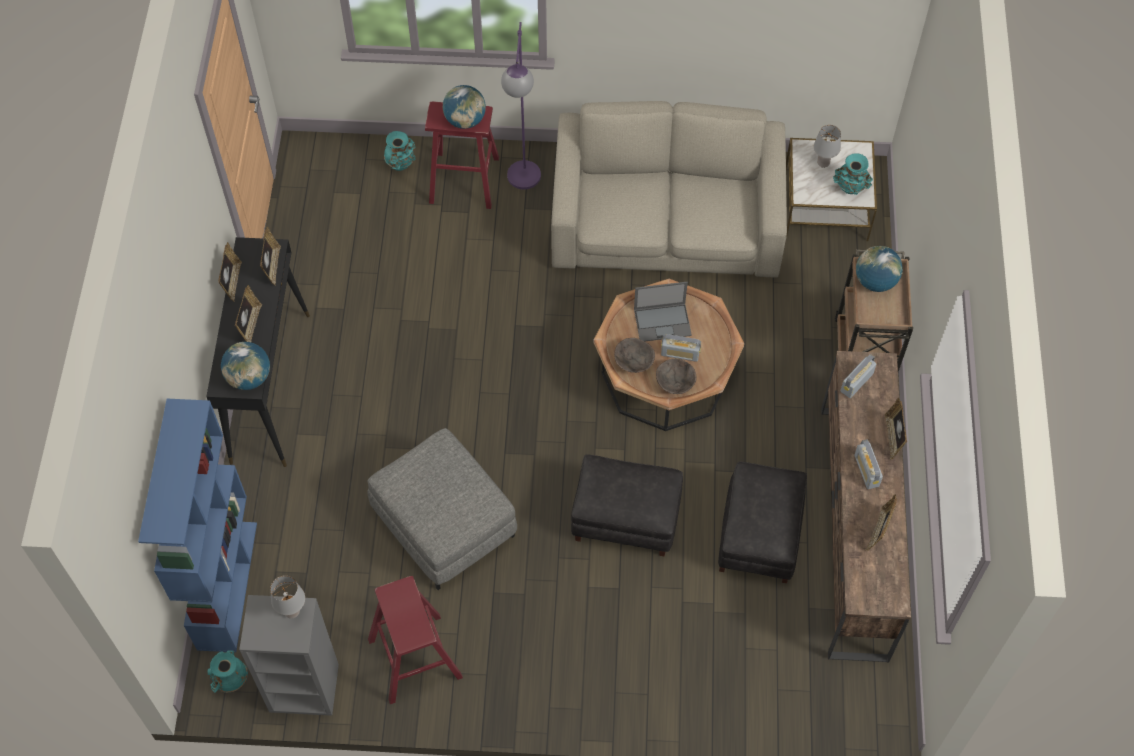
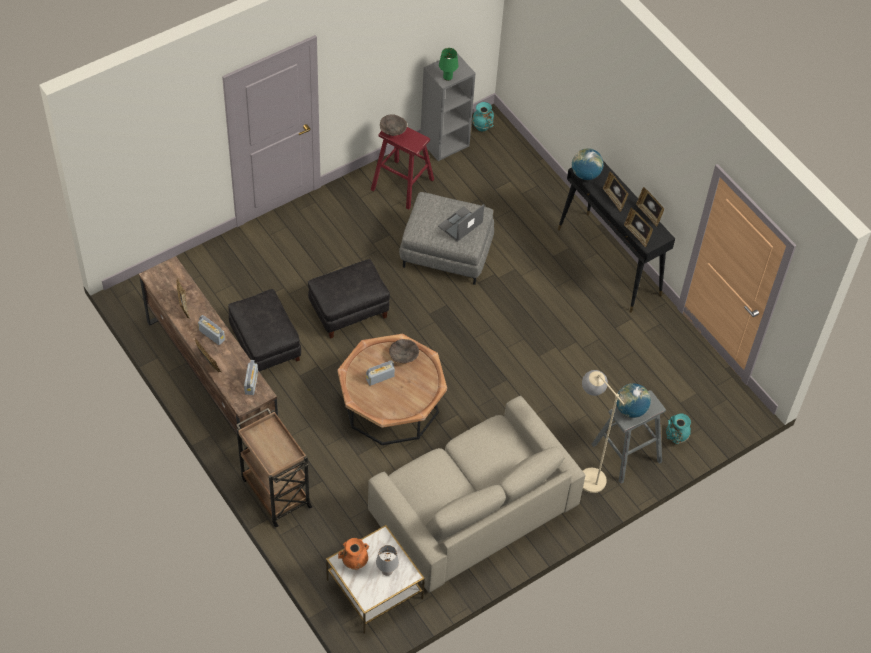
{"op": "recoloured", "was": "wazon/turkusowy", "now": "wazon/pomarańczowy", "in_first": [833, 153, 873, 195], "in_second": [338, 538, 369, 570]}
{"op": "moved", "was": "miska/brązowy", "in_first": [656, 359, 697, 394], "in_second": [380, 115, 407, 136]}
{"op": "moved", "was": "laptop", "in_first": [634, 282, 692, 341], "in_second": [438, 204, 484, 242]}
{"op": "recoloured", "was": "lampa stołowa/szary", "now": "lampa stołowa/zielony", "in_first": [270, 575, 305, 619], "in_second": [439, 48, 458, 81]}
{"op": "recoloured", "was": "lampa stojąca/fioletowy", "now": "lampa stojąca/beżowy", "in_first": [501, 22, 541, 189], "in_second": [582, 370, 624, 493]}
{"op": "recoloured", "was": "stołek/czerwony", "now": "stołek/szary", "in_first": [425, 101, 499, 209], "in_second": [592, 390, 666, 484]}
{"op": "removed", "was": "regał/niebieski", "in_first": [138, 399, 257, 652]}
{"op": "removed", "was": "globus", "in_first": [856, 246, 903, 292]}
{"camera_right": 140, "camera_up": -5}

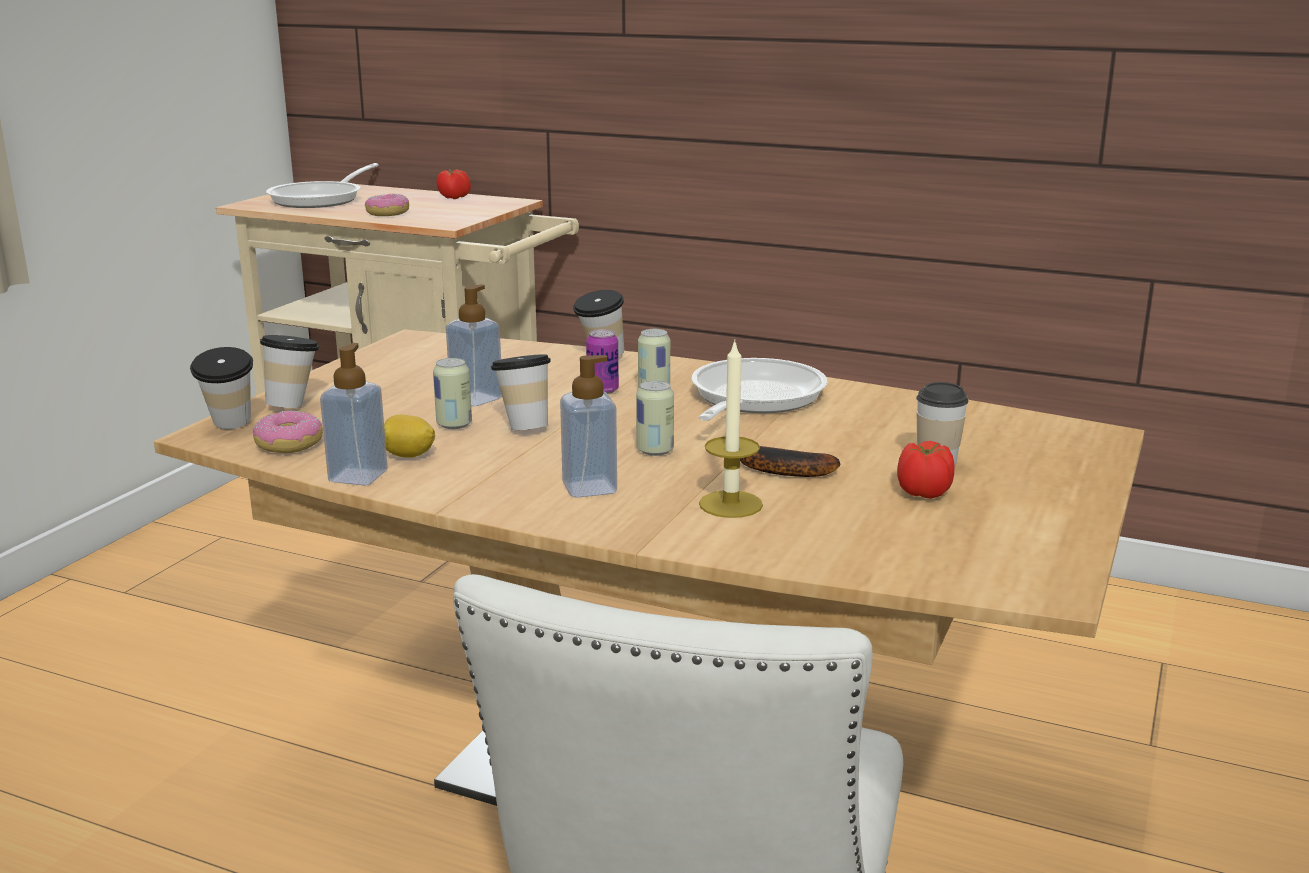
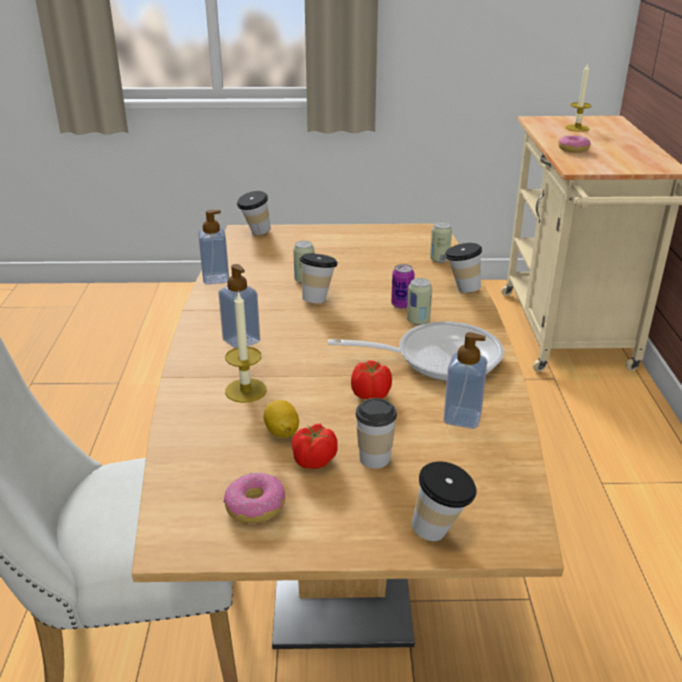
{"op": "moved", "was": "donut", "in_first": [253, 410, 323, 453], "in_second": [224, 472, 285, 523]}
{"op": "moved", "was": "cytryna", "in_first": [384, 415, 435, 458], "in_second": [263, 400, 299, 438]}
{"op": "moved", "was": "pomidor", "in_first": [436, 169, 471, 199], "in_second": [351, 360, 392, 399]}
{"op": "moved", "was": "filiżanka", "in_first": [260, 335, 319, 408], "in_second": [412, 461, 477, 541]}
{"op": "moved", "was": "puszka", "in_first": [636, 380, 674, 456], "in_second": [430, 222, 452, 263]}
{"op": "moved", "was": "dozownik mydła", "in_first": [446, 284, 502, 406], "in_second": [443, 332, 488, 429]}
{"op": "replaced", "was": "patelnia", "now": "świeca", "in_first": [266, 163, 379, 208], "in_second": [565, 63, 591, 132]}
{"op": "removed", "was": "banan", "in_first": [740, 446, 840, 477]}
{"camera_right": 65, "camera_up": 10}

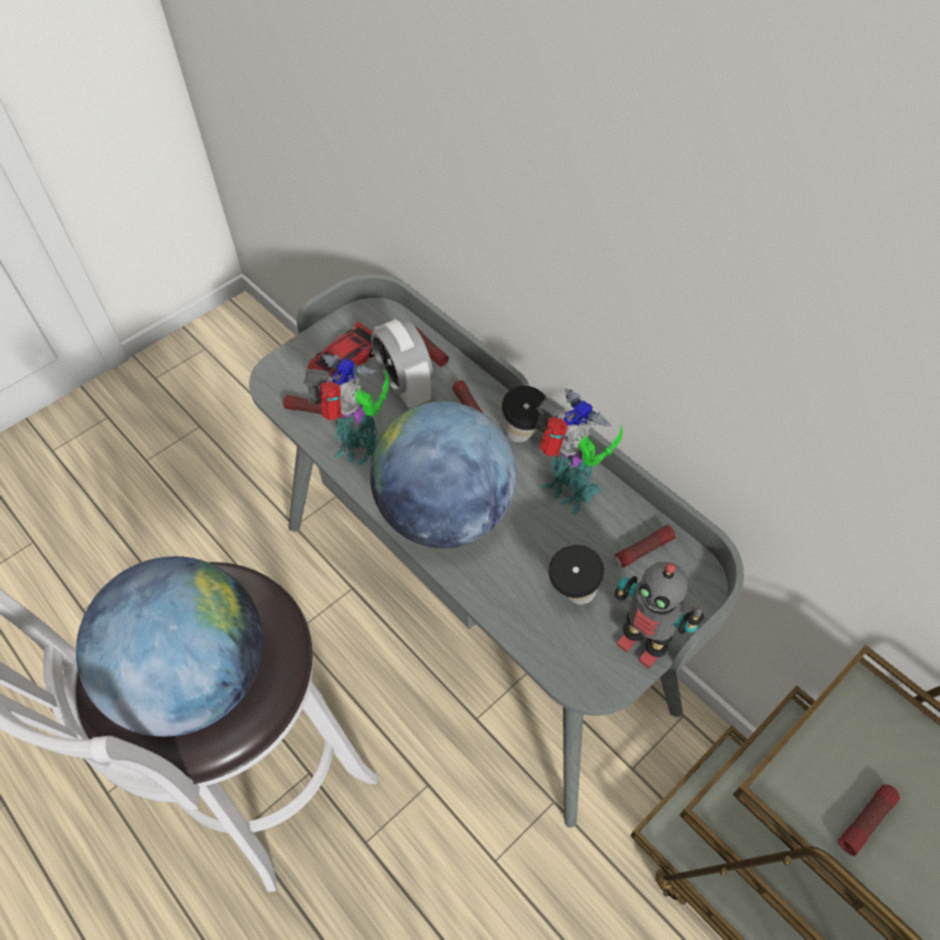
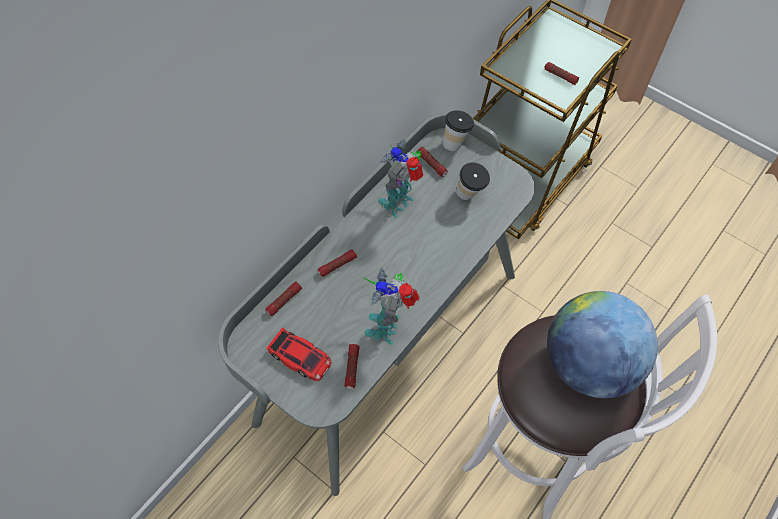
{"op": "moved", "was": "filiżanka", "in_first": [502, 386, 546, 443], "in_second": [443, 110, 474, 151]}
{"op": "removed", "was": "globus", "in_first": [370, 402, 517, 548]}
{"op": "removed", "was": "budzik", "in_first": [371, 319, 433, 409]}
{"op": "removed", "was": "robot zabawkowy", "in_first": [614, 562, 704, 669]}
{"camera_right": -100, "camera_up": 5}

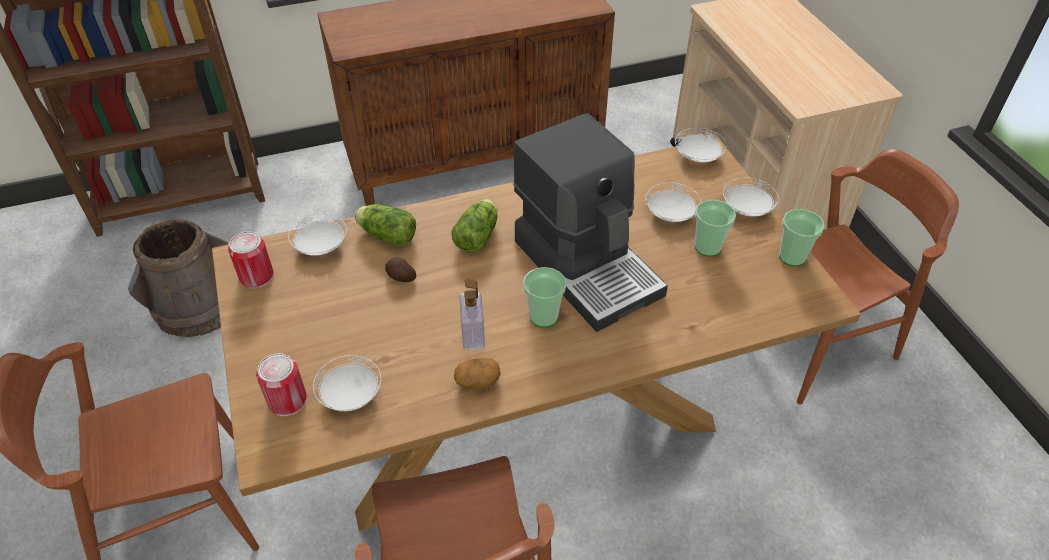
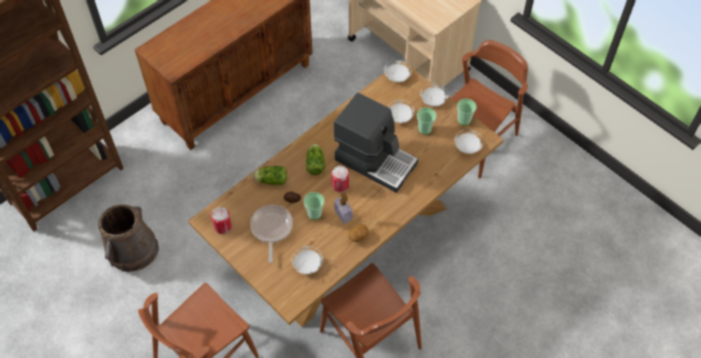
{"op": "added", "now": "patelnia", "in_second": [250, 205, 293, 263]}
{"op": "moved", "was": "filiżanka", "in_first": [523, 267, 567, 328], "in_second": [303, 192, 324, 220]}
{"op": "moved", "was": "puszka", "in_first": [256, 353, 307, 416], "in_second": [332, 166, 349, 193]}
{"op": "moved", "was": "talerz/biały", "in_first": [288, 213, 347, 256], "in_second": [454, 130, 484, 154]}
{"camera_right": -25, "camera_up": 10}

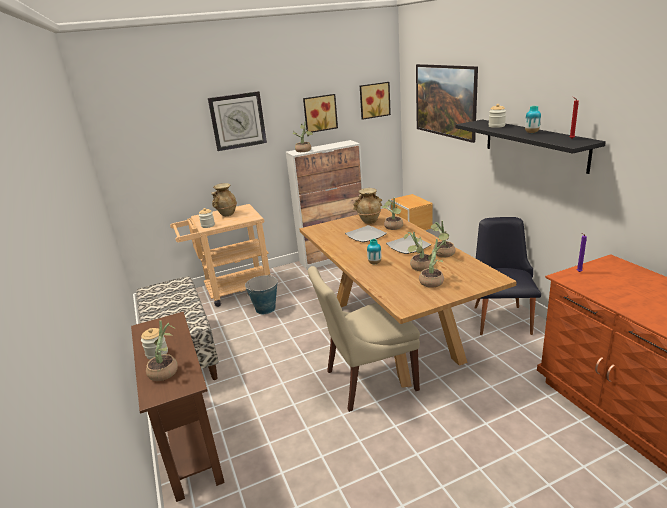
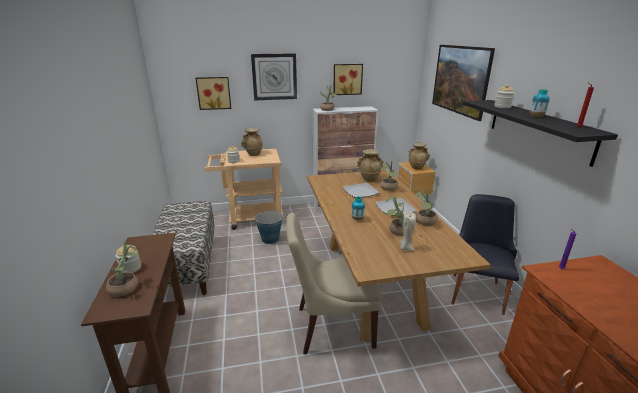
{"op": "moved", "was": "obraz", "in_first": [360, 82, 391, 120], "in_second": [196, 77, 231, 110]}
{"op": "replaced", "was": "roślina doniczkowa", "now": "świeca/beżowy", "in_first": [419, 239, 449, 288], "in_second": [400, 211, 416, 251]}
{"op": "added", "now": "wazon/beżowy", "in_second": [408, 143, 430, 170]}
{"camera_right": 10, "camera_up": 0}

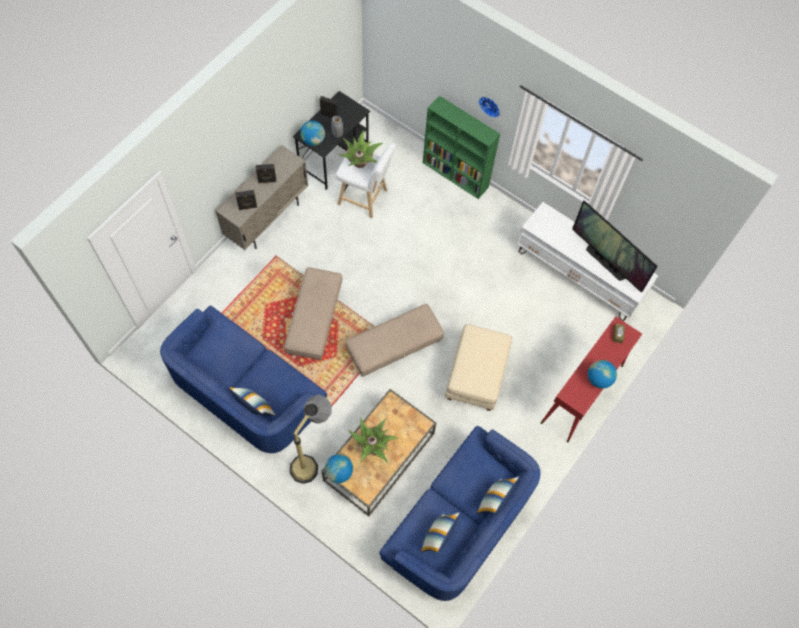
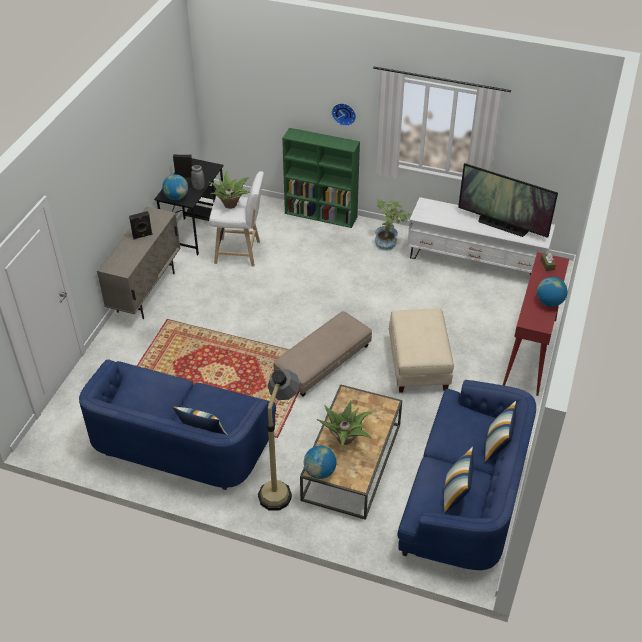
{"op": "added", "now": "roślina doniczkowa", "in_second": [375, 199, 411, 251]}
{"op": "removed", "was": "głośnik/czarny", "in_first": [235, 190, 257, 210]}
{"op": "removed", "was": "pufa/beżowy", "in_first": [284, 267, 343, 360]}
{"camera_right": -15, "camera_up": -20}

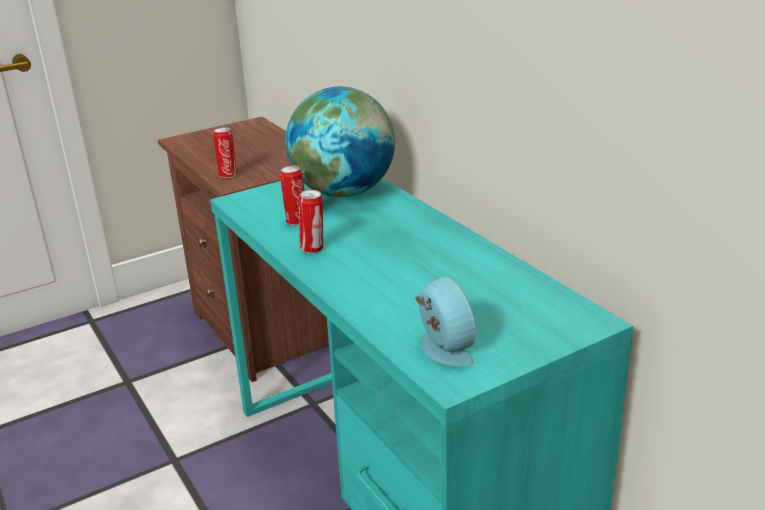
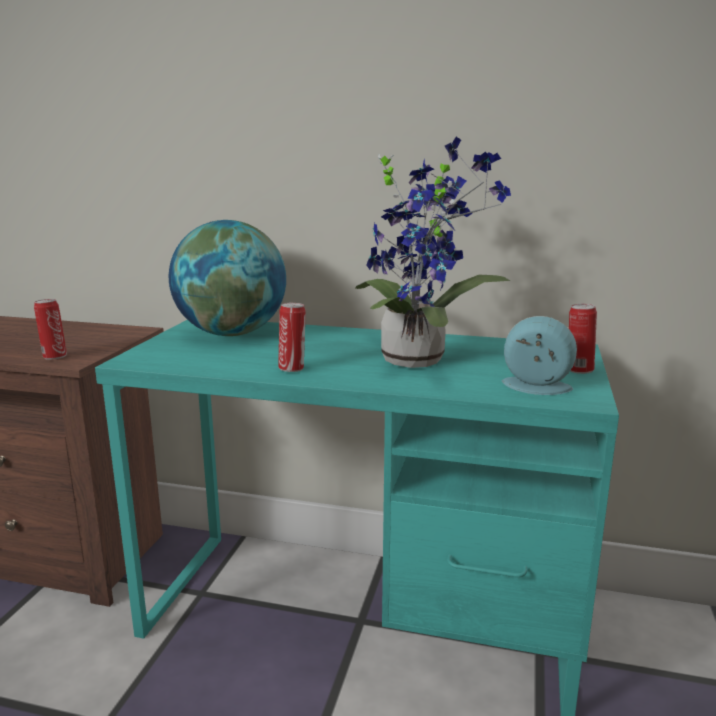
{"op": "added", "now": "roślina doniczkowa", "in_second": [355, 137, 511, 368]}
{"op": "moved", "was": "puszka", "in_first": [280, 166, 305, 226], "in_second": [569, 304, 597, 374]}
{"camera_right": -45, "camera_up": -10}

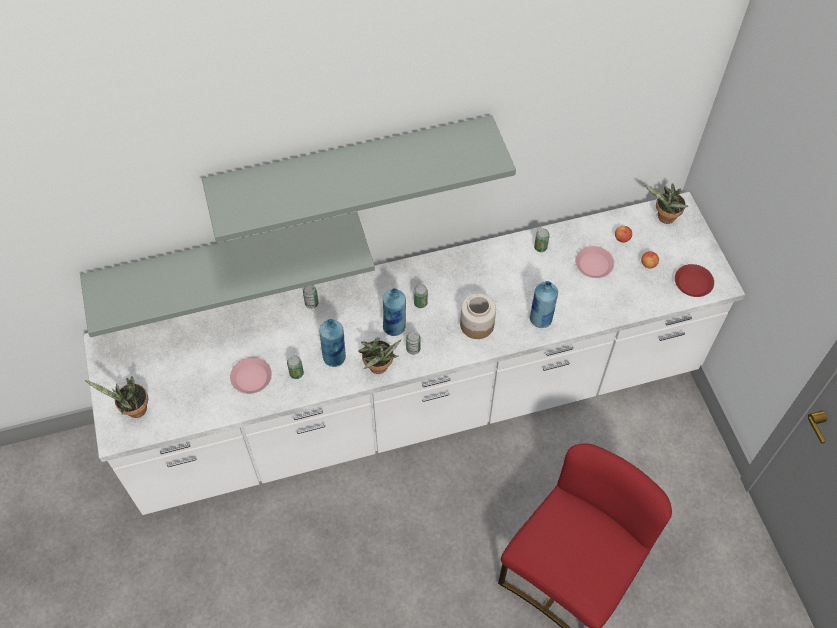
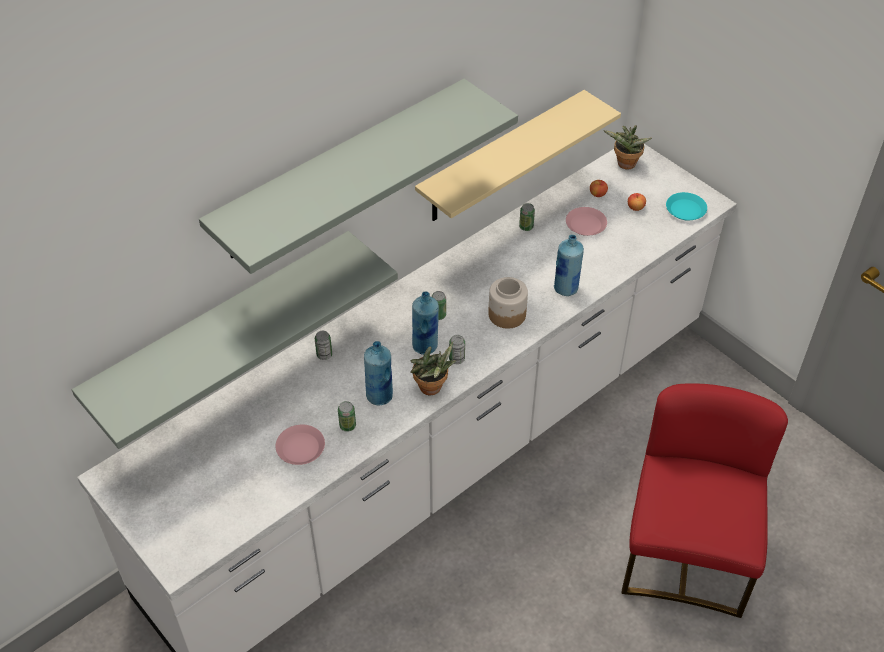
{"op": "added", "now": "półka/beżowy", "in_second": [415, 90, 621, 221]}
{"op": "recoloured", "was": "talerz/czerwony", "now": "talerz/turkusowy", "in_first": [675, 264, 714, 297], "in_second": [666, 192, 707, 220]}
{"op": "removed", "was": "roślina doniczkowa", "in_first": [85, 376, 148, 418]}
{"camera_right": -25, "camera_up": -10}

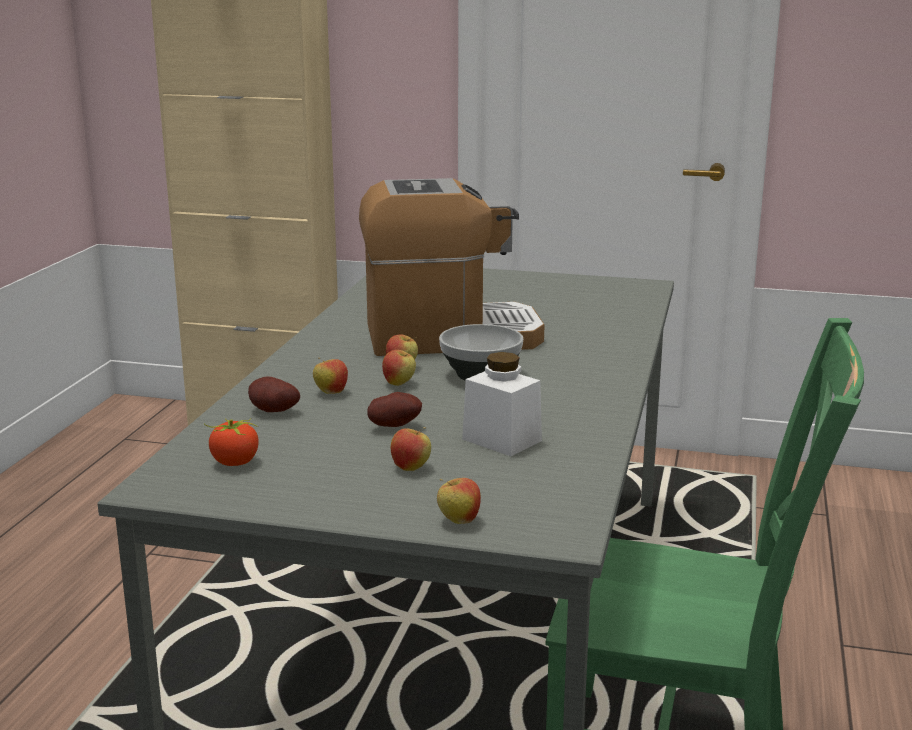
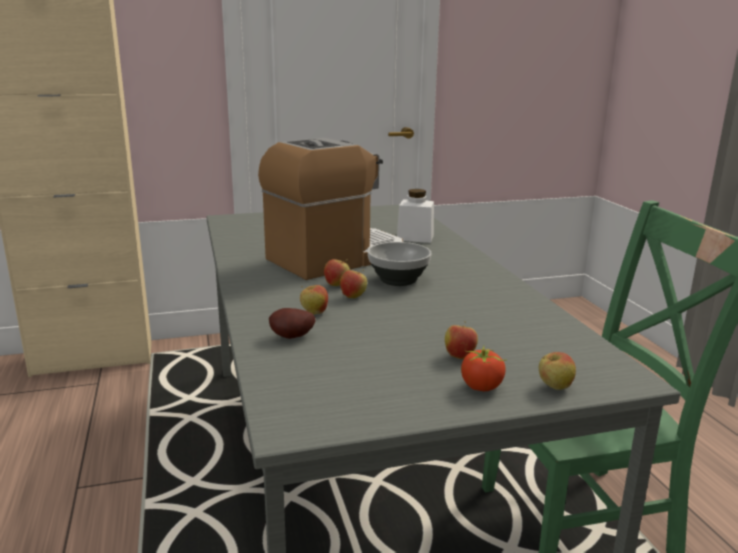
{"op": "moved", "was": "słoik/biały", "in_first": [462, 352, 542, 456], "in_second": [397, 189, 434, 243]}
{"op": "moved", "was": "pomidor", "in_first": [204, 418, 259, 466], "in_second": [461, 346, 506, 391]}
{"op": "removed", "was": "ziemniak", "in_first": [367, 392, 422, 427]}
{"camera_right": -30, "camera_up": 0}

